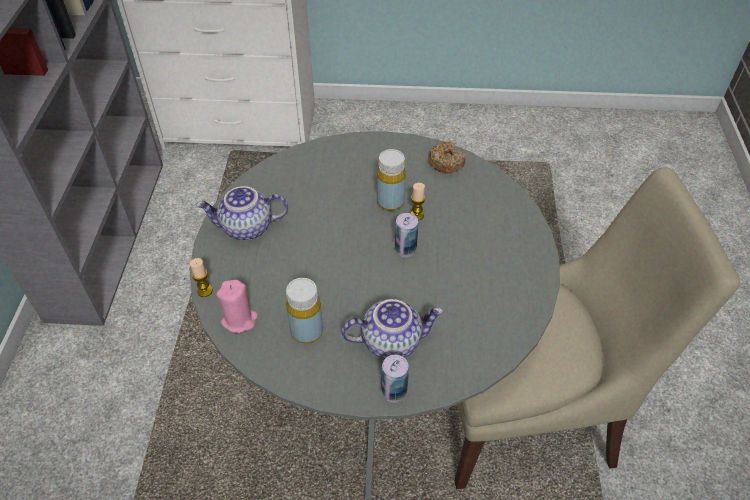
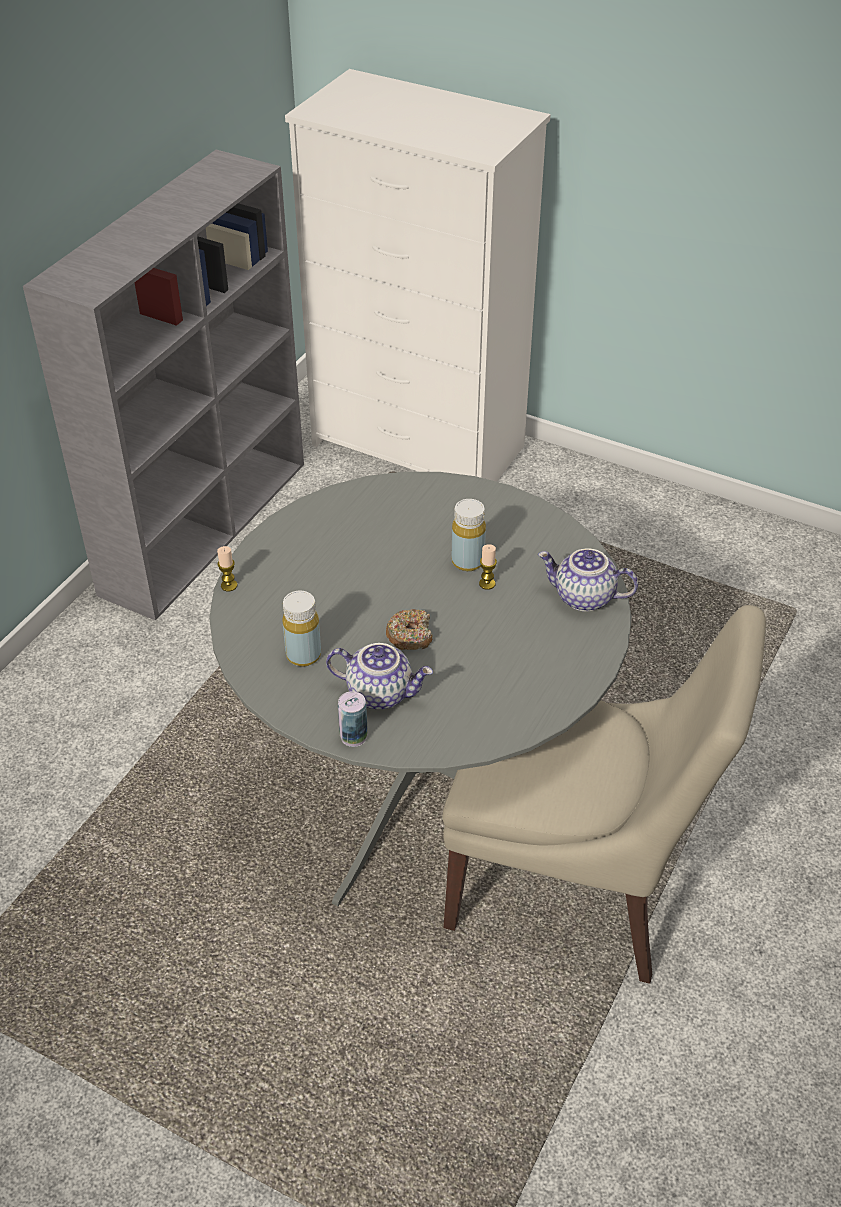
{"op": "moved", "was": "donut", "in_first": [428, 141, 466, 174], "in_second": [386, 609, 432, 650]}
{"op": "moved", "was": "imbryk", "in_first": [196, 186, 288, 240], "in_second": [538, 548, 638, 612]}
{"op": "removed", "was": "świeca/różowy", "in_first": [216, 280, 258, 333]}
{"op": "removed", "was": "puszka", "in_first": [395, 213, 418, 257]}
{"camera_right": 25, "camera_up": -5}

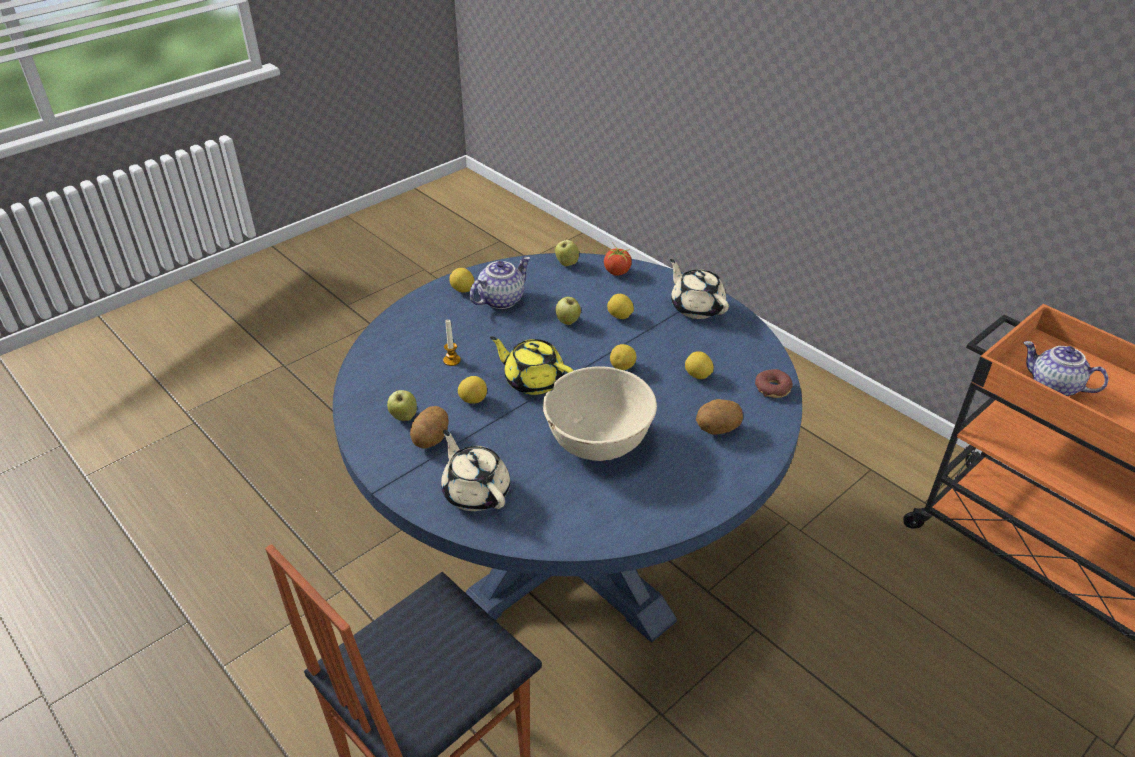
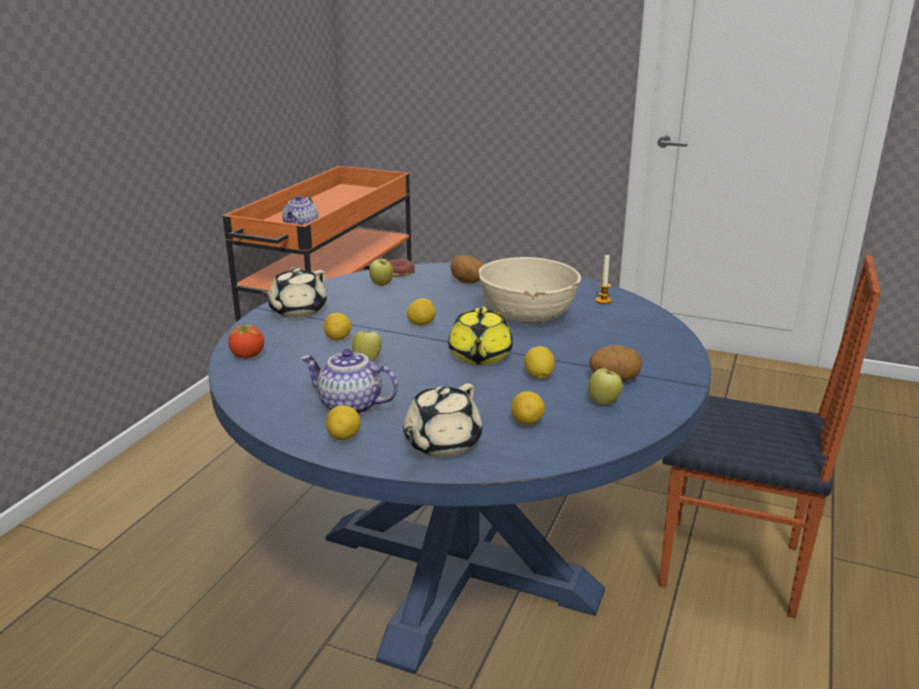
{"op": "moved", "was": "jabłko", "in_first": [555, 237, 579, 266], "in_second": [369, 257, 393, 286]}
{"op": "moved", "was": "imbryk/beżowy", "in_first": [441, 430, 510, 511], "in_second": [403, 383, 482, 457]}
{"op": "moved", "was": "cytryna", "in_first": [685, 351, 713, 379], "in_second": [511, 391, 545, 425]}
{"op": "moved", "was": "świeca", "in_first": [443, 319, 461, 366], "in_second": [595, 255, 612, 304]}
{"camera_right": -115, "camera_up": -15}

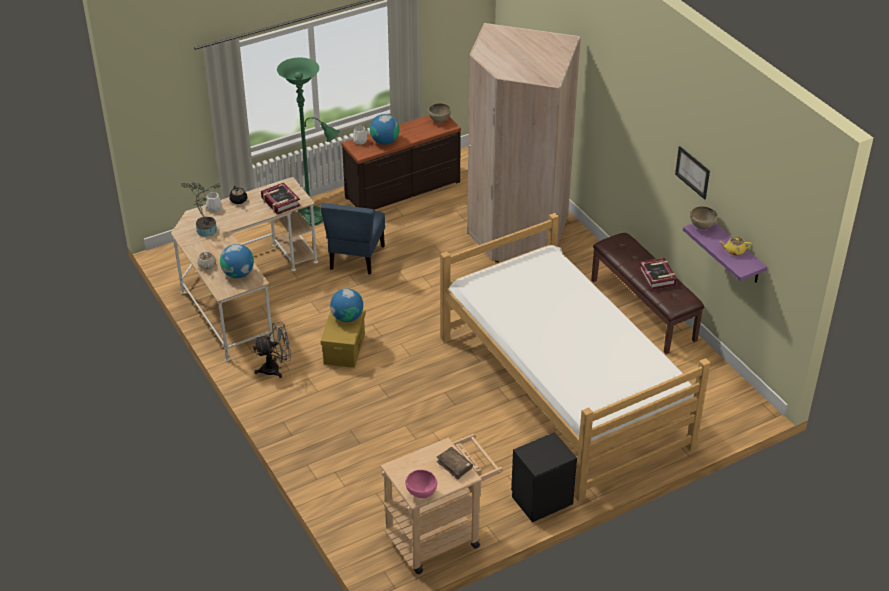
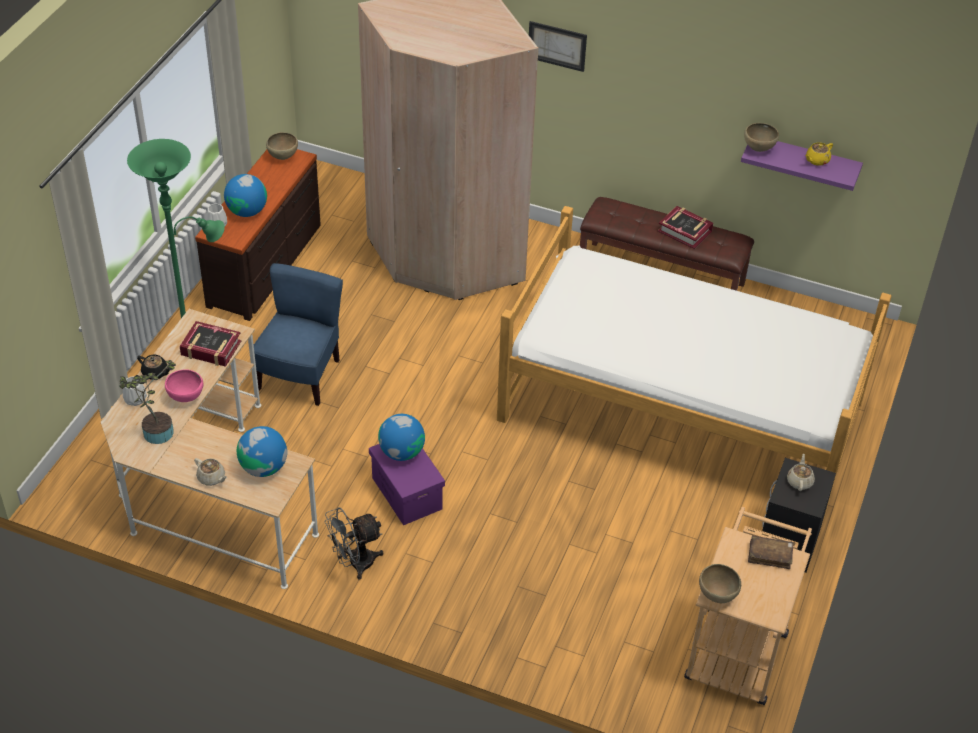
{"op": "moved", "was": "miska/różowy", "in_first": [405, 470, 437, 498], "in_second": [165, 370, 203, 402]}
{"op": "turned", "was": "krzesło/niebieski", "in_first": [320, 203, 385, 275], "in_second": [254, 263, 343, 406], "clockwise": -135}
{"op": "turned", "was": "wentylator/szary", "in_first": [253, 322, 291, 378], "in_second": [324, 507, 383, 580], "clockwise": -150}
{"op": "recoloured", "was": "pojemnik do przechowywania/żółty", "now": "pojemnik do przechowywania/fioletowy", "in_first": [320, 309, 366, 368], "in_second": [369, 444, 445, 525]}
{"op": "moved", "was": "obraz", "in_first": [675, 146, 710, 200], "in_second": [529, 21, 587, 72]}
{"op": "added", "now": "miska/brązowy", "in_second": [699, 564, 741, 603]}
{"op": "added", "now": "imbryk/beżowy", "in_second": [787, 454, 815, 491]}
{"camera_right": -40, "camera_up": 5}

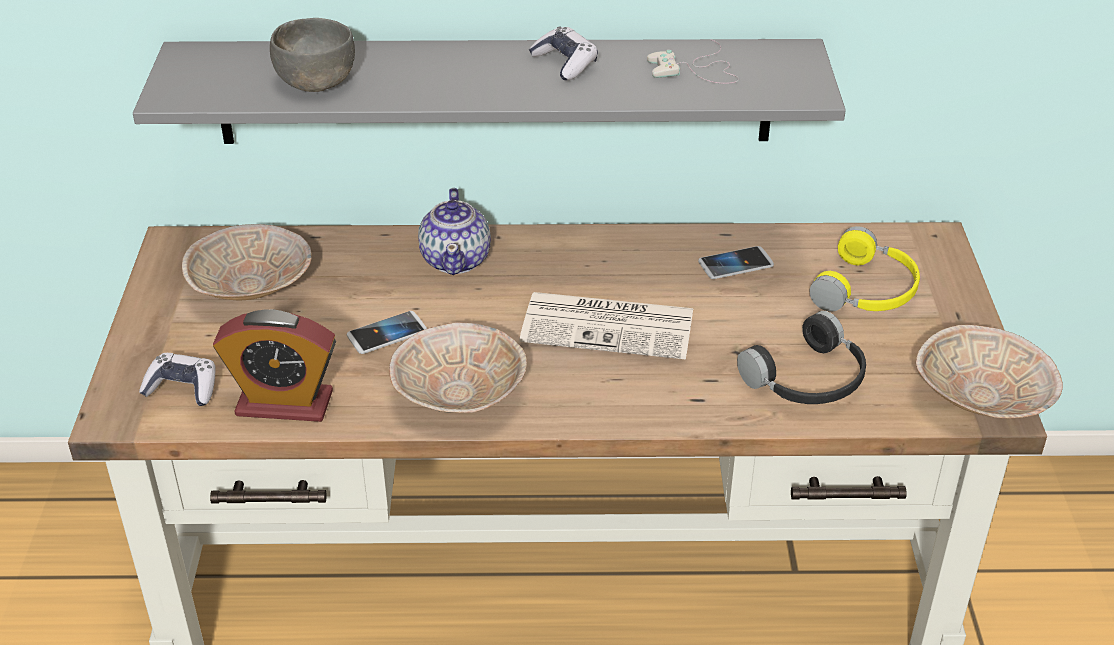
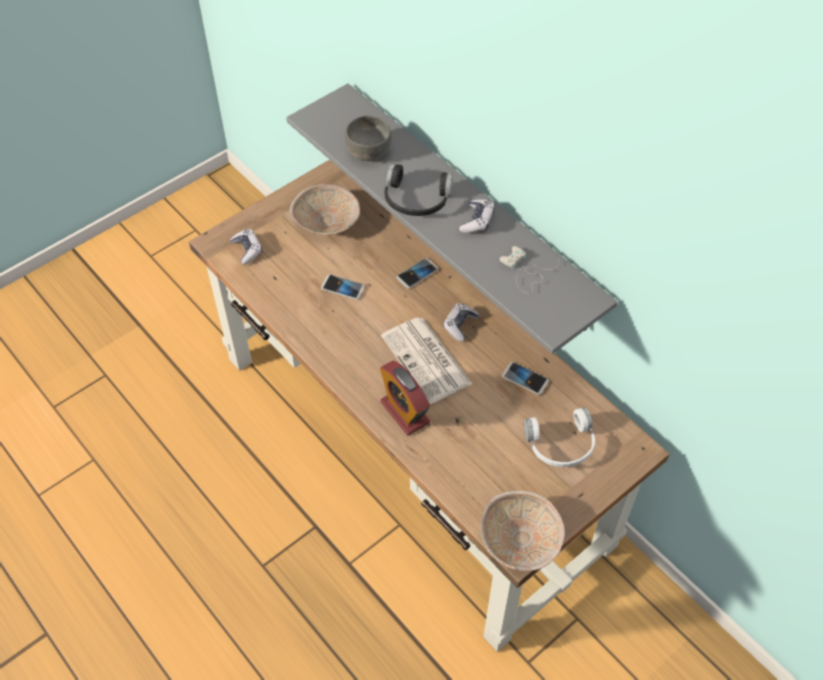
{"op": "moved", "was": "budzik", "in_first": [213, 309, 336, 422], "in_second": [380, 361, 430, 436]}
{"op": "moved", "was": "słuchawki/czarny", "in_first": [737, 311, 866, 404], "in_second": [385, 163, 453, 216]}
{"op": "replaced", "was": "imbryk", "now": "telefon", "in_first": [418, 188, 491, 275], "in_second": [396, 258, 438, 289]}
{"op": "added", "now": "pad do gier", "in_second": [443, 303, 480, 342]}
{"op": "recoloured", "was": "słuchawki/żółty", "now": "słuchawki/biały", "in_first": [809, 226, 920, 311], "in_second": [524, 407, 595, 467]}
{"op": "removed", "was": "miska/beżowy", "in_first": [389, 322, 527, 413]}
{"camera_right": 50, "camera_up": 15}

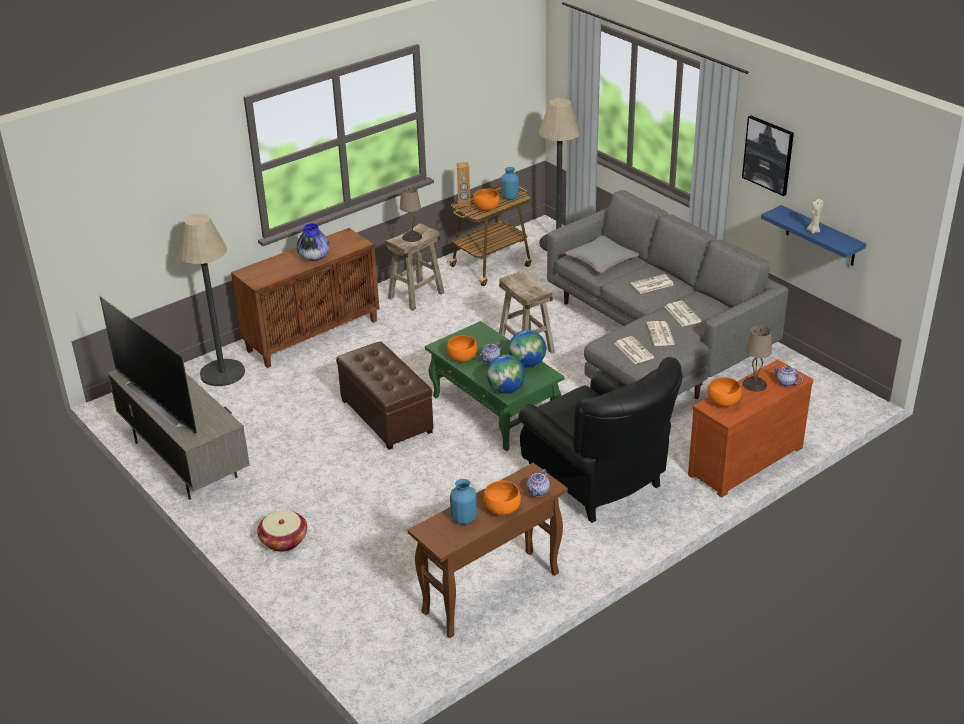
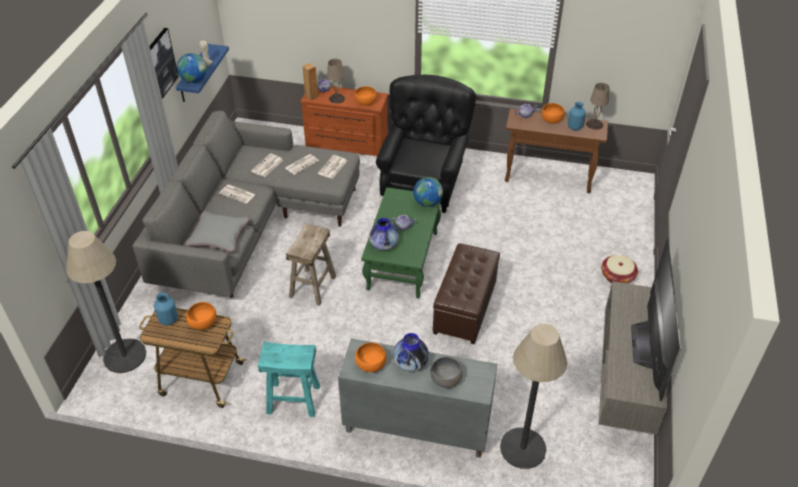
{"op": "moved", "was": "globus", "in_first": [509, 330, 546, 368], "in_second": [177, 53, 207, 83]}
{"op": "recoloured", "was": "stołek/beżowy", "now": "stołek/turkusowy", "in_first": [386, 223, 445, 311], "in_second": [258, 342, 320, 417]}
{"op": "moved", "was": "głośnik/brązowy", "in_first": [457, 162, 471, 206], "in_second": [303, 63, 318, 100]}
{"op": "recoloured", "was": "szafka/brązowy", "now": "szafka/szary", "in_first": [231, 228, 379, 368], "in_second": [338, 338, 497, 458]}
{"op": "moved", "was": "miska/pomarańczowy", "in_first": [447, 335, 478, 362], "in_second": [355, 342, 386, 372]}
{"op": "added", "now": "wazon", "in_second": [369, 218, 399, 250]}
{"op": "added", "now": "miska/szary", "in_second": [430, 357, 463, 388]}
{"op": "moved", "was": "lampa stołowa/beżowy", "in_first": [400, 186, 422, 242], "in_second": [586, 83, 609, 130]}
{"camera_right": -130, "camera_up": 10}

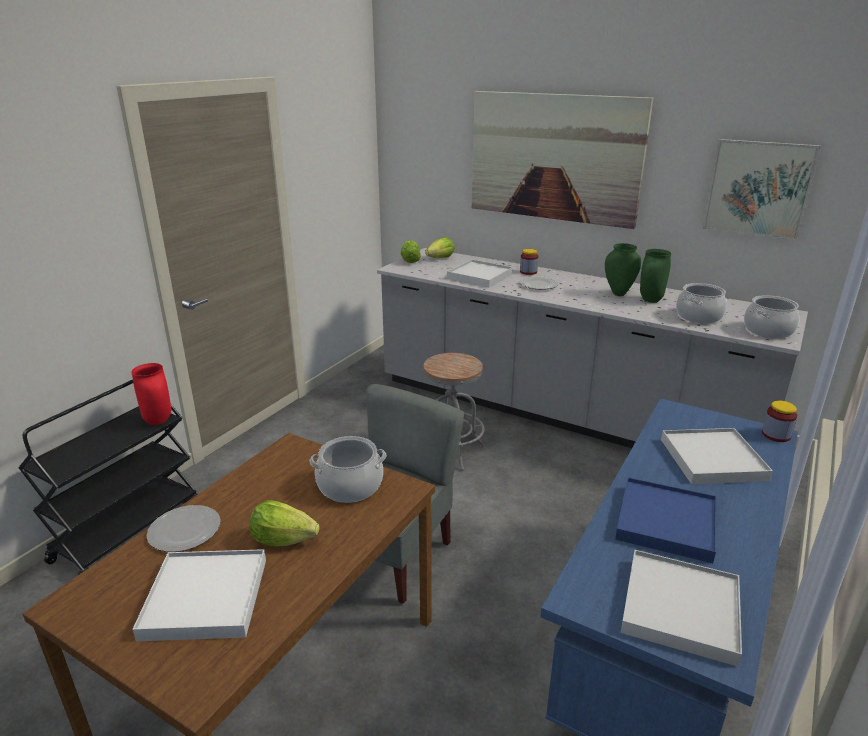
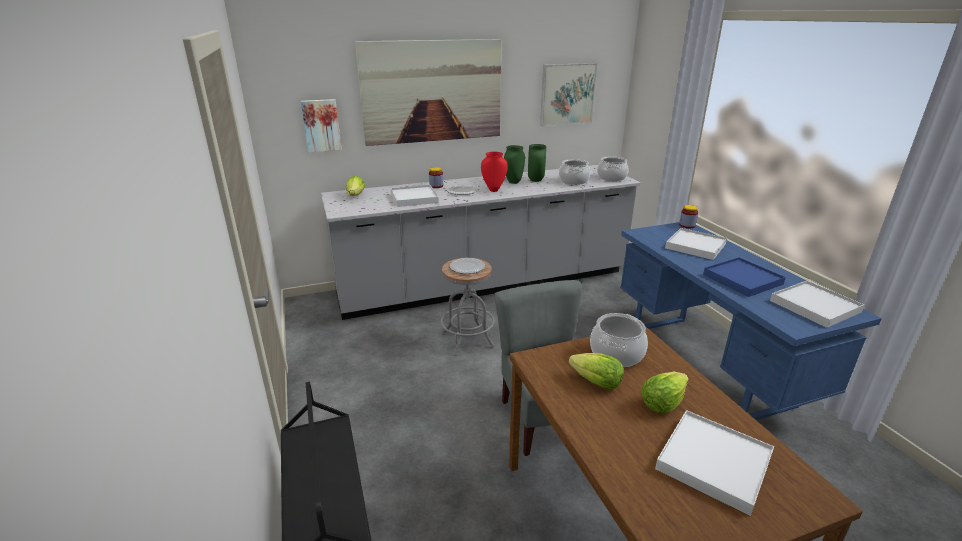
{"op": "added", "now": "obraz", "in_second": [301, 99, 342, 152]}
{"op": "moved", "was": "talerz", "in_first": [147, 505, 221, 552], "in_second": [450, 258, 485, 274]}
{"op": "moved", "was": "wazon/czerwony", "in_first": [131, 363, 171, 425], "in_second": [481, 152, 508, 192]}
{"op": "moved", "was": "sałata", "in_first": [400, 240, 421, 263], "in_second": [569, 353, 624, 389]}
{"camera_right": -50, "camera_up": 0}

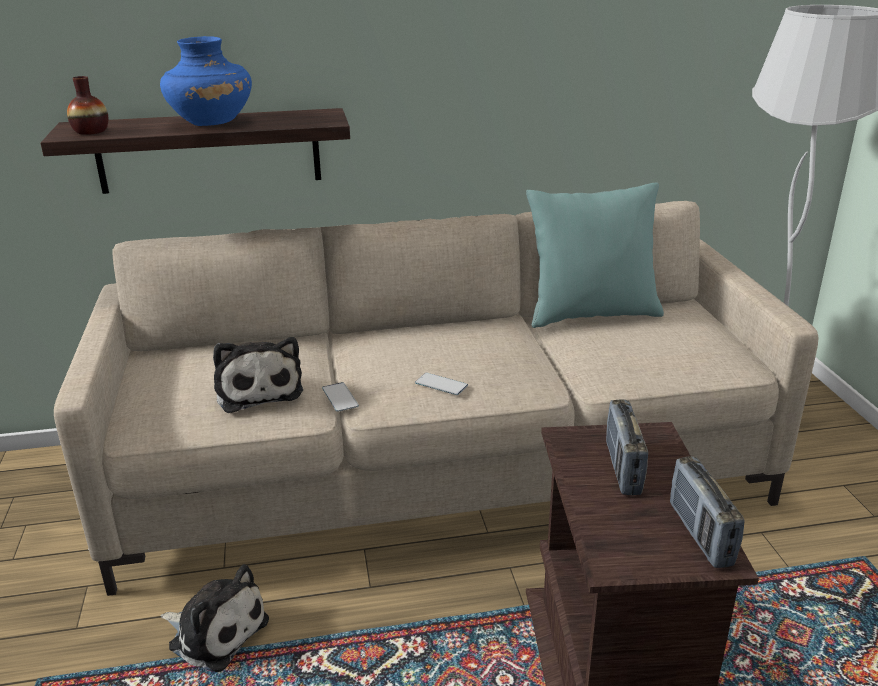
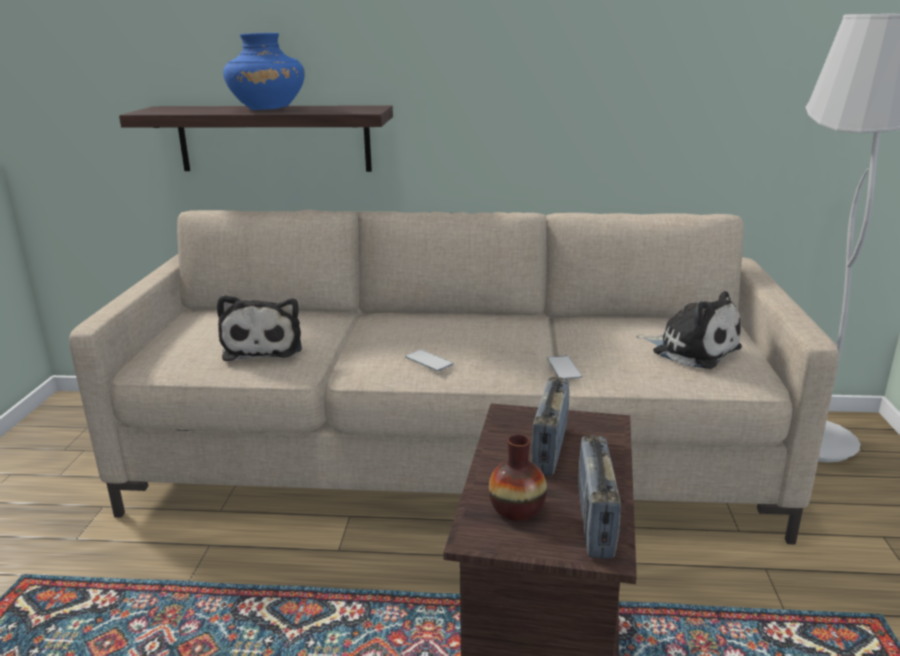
{"op": "moved", "was": "wazon", "in_first": [67, 76, 108, 135], "in_second": [489, 434, 547, 521]}
{"op": "moved", "was": "telefon", "in_first": [322, 382, 359, 412], "in_second": [547, 356, 582, 379]}
{"op": "moved", "was": "pluszak", "in_first": [161, 564, 269, 672], "in_second": [636, 291, 742, 369]}
{"op": "removed", "was": "poduszka/turkusowy", "in_first": [526, 183, 664, 328]}
{"camera_right": 15, "camera_up": -5}

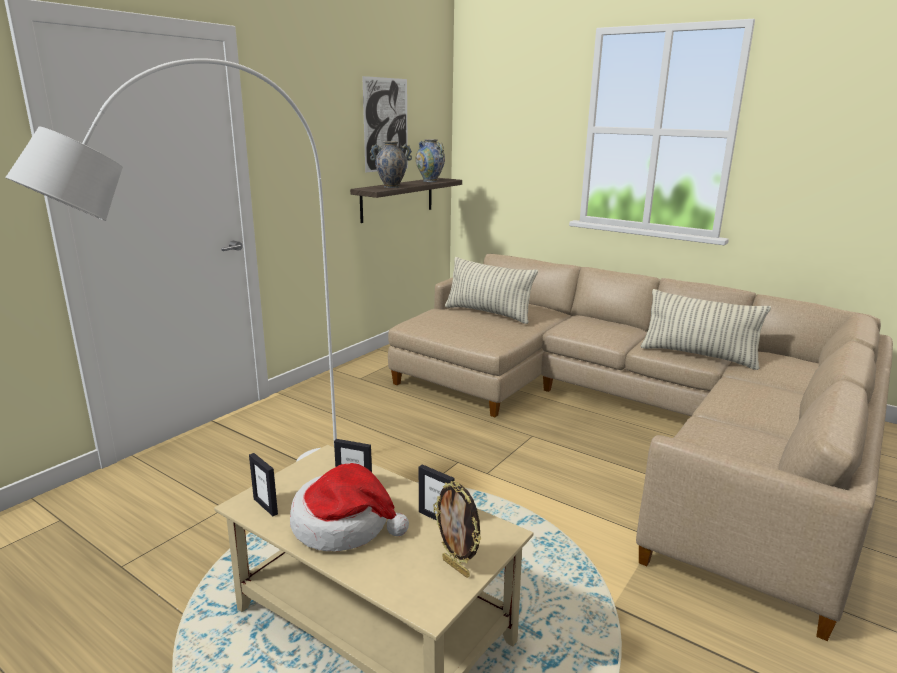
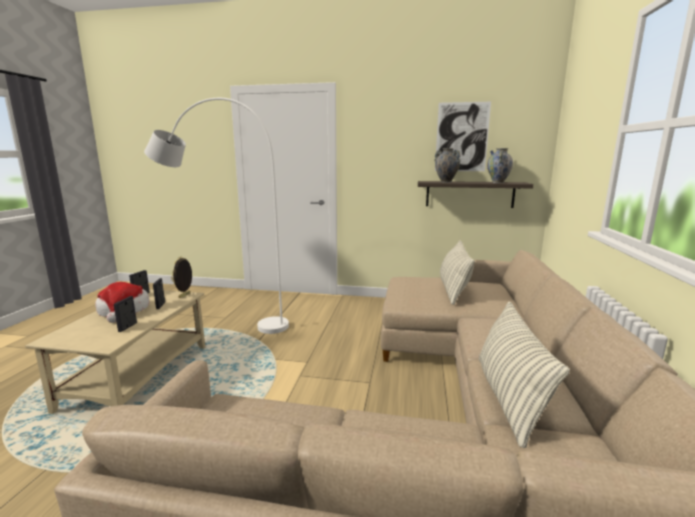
{"op": "moved", "was": "ramka na zdjęcie", "in_first": [433, 481, 481, 578], "in_second": [171, 257, 192, 298]}
{"camera_right": 65, "camera_up": -5}

